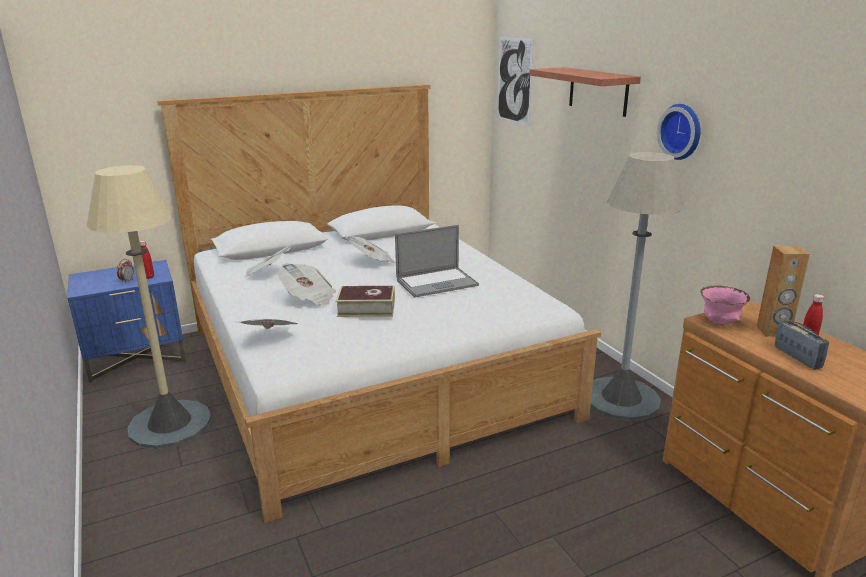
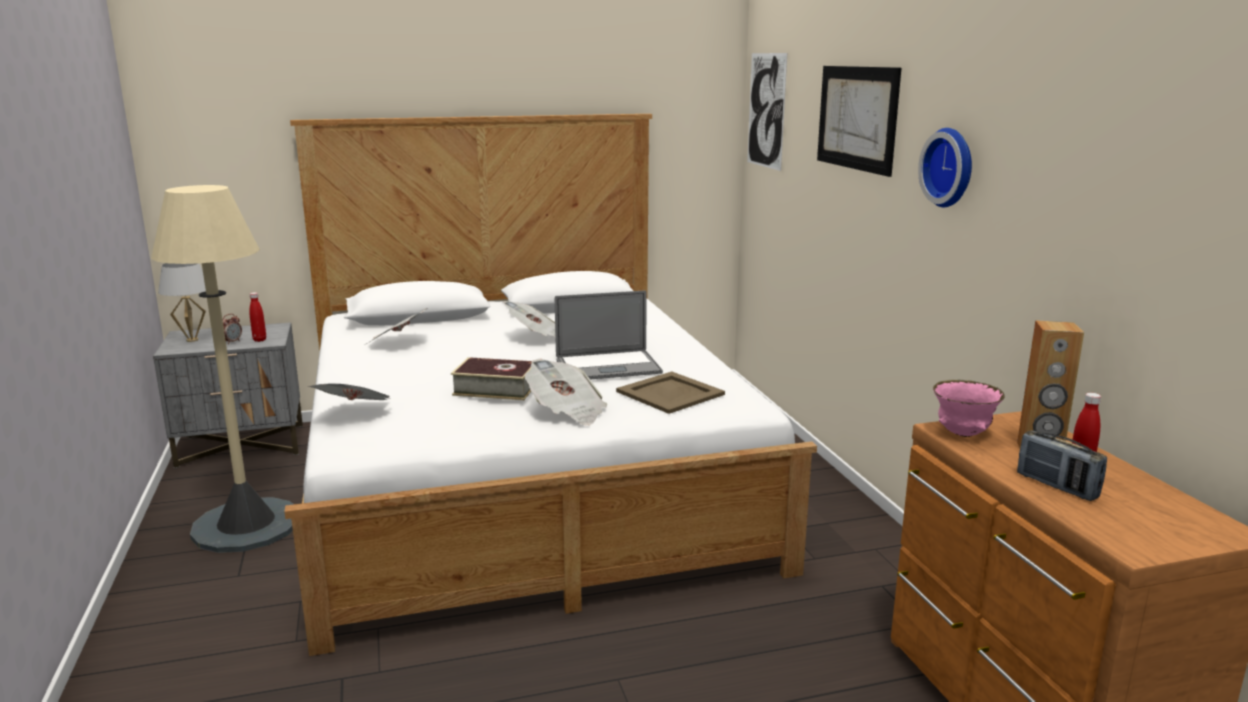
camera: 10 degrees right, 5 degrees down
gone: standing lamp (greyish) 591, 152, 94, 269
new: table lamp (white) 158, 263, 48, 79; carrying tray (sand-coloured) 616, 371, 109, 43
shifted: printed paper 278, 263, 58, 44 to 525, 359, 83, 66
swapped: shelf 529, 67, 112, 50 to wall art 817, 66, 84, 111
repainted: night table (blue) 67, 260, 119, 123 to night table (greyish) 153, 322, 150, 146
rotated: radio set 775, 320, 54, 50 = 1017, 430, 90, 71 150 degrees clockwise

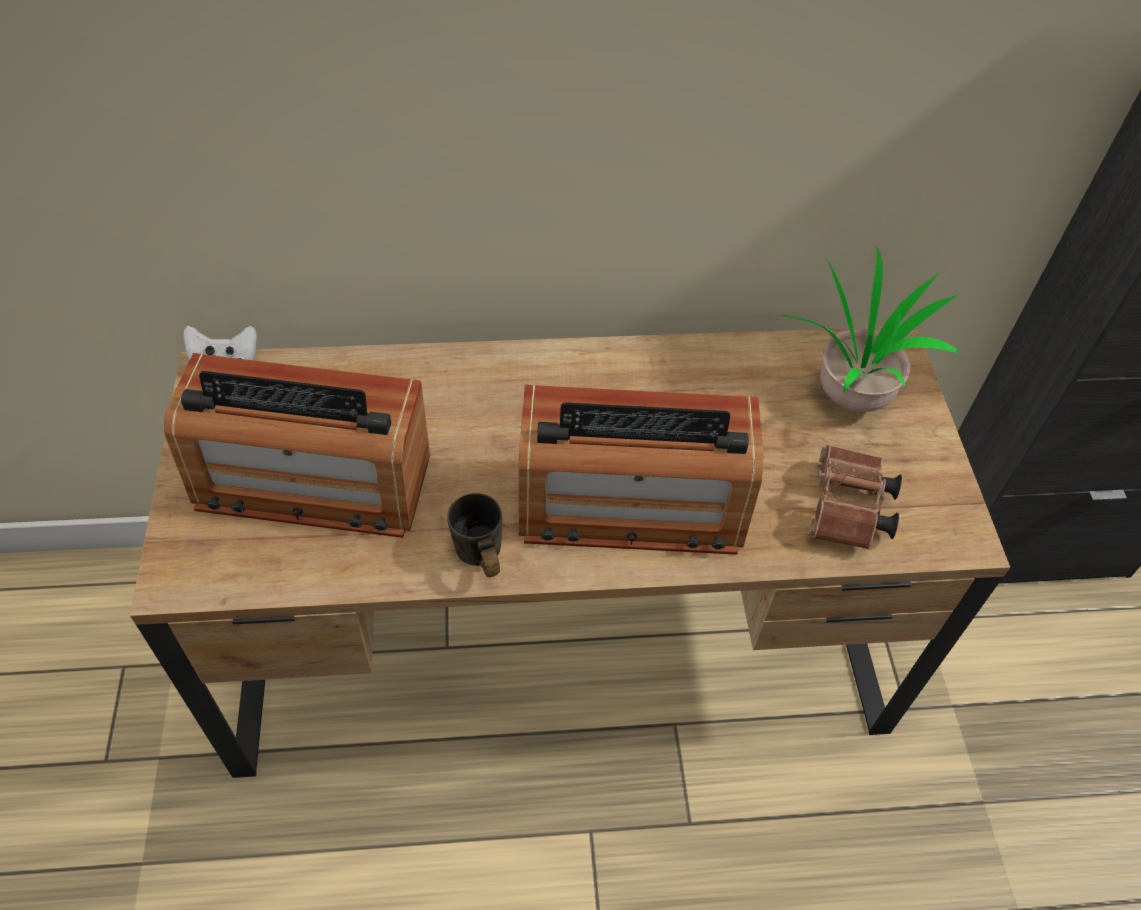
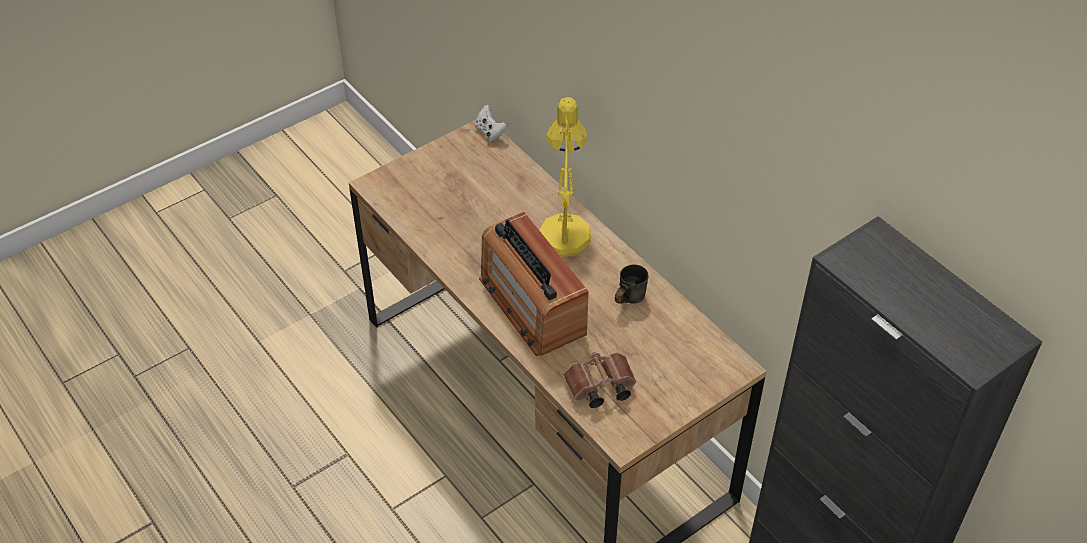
camera: 60 degrees right, 5 degrees down
gone: potted plant 780, 246, 179, 166; radio set 164, 353, 266, 185
new: table lamp (yellowish) 539, 97, 52, 160
shifted: tea mug (greyish) 447, 493, 55, 84 to 615, 265, 33, 39

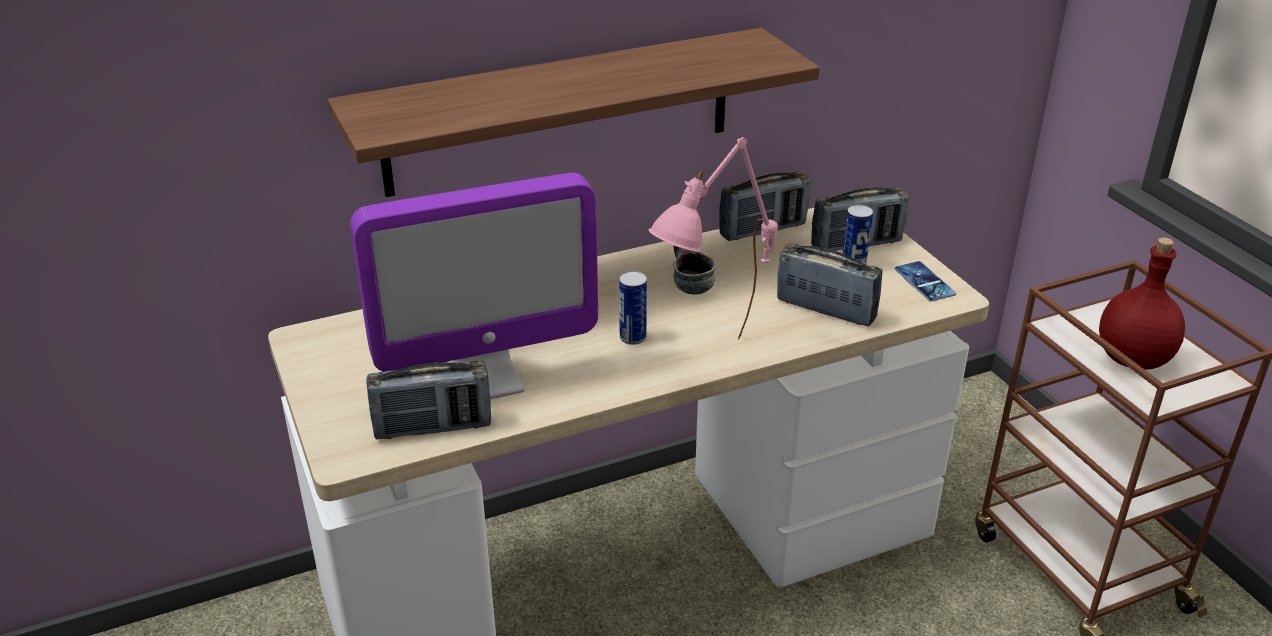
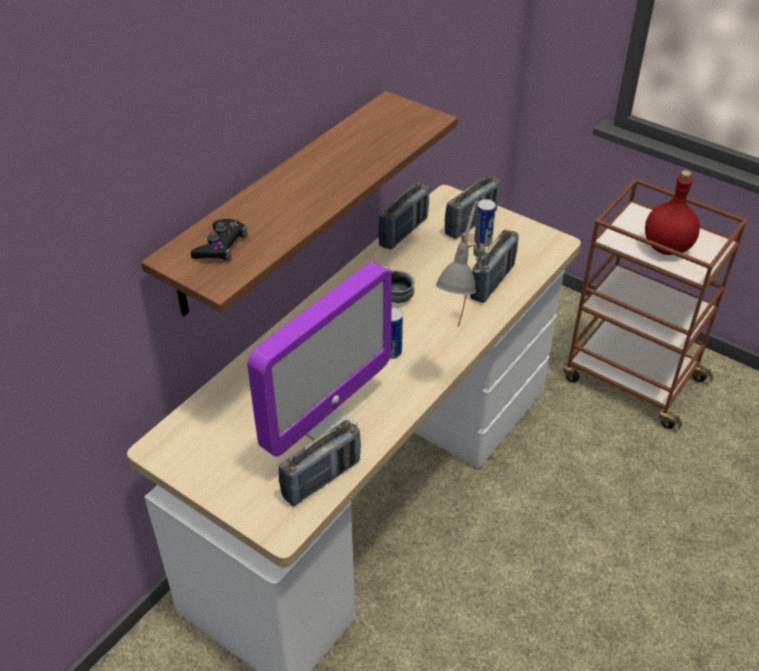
camera: 30 degrees left, 10 degrees up
gone: telephone 895, 261, 61, 40
new: gamepad (black-coloured) 191, 219, 57, 42
repainted: table lamp (pinkish) 649, 137, 129, 202 to table lamp (greyish) 435, 200, 50, 127
rotated: radio set 777, 243, 106, 84 = 470, 230, 49, 73 120 degrees clockwise

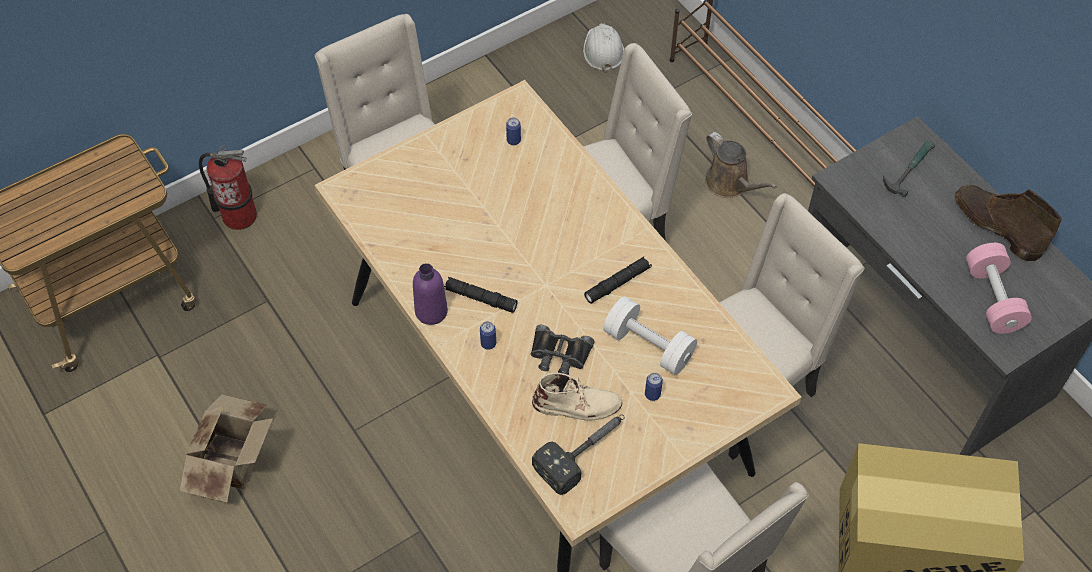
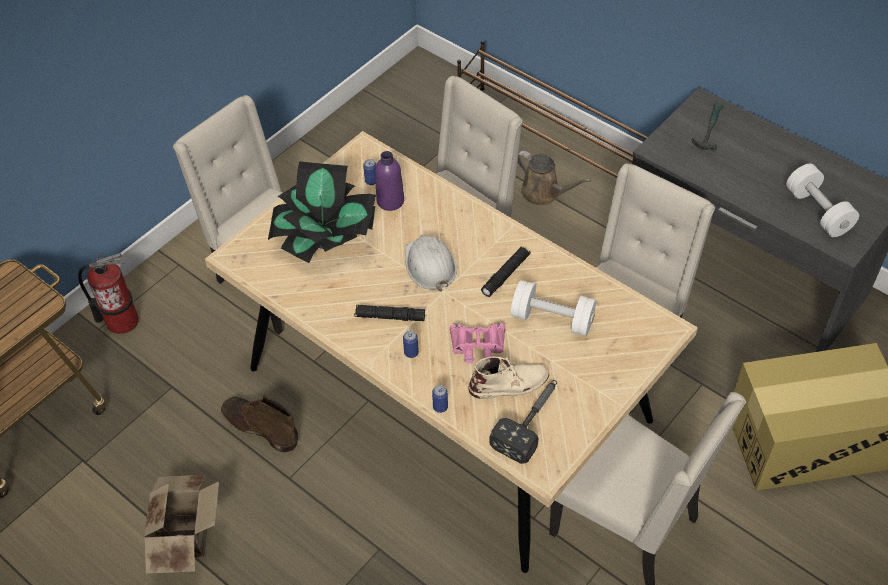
camera: 15 degrees left, 5 degrees down
new: potted plant 268, 161, 108, 102
shifted: work helmet (white) 583, 23, 41, 50 to 405, 235, 52, 56; high-top boot (brown) 955, 185, 107, 76 to 221, 396, 77, 56; drink bottle (purplish) 413, 263, 35, 62 to 375, 151, 29, 60; sealed can 645, 373, 18, 28 to 432, 385, 16, 28
repainted: hand weight (pinkish) 966, 243, 66, 91 to hand weight (white) 786, 164, 73, 73; binoculars (black-coloured) 531, 325, 64, 50 to binoculars (pinkish) 450, 323, 55, 40

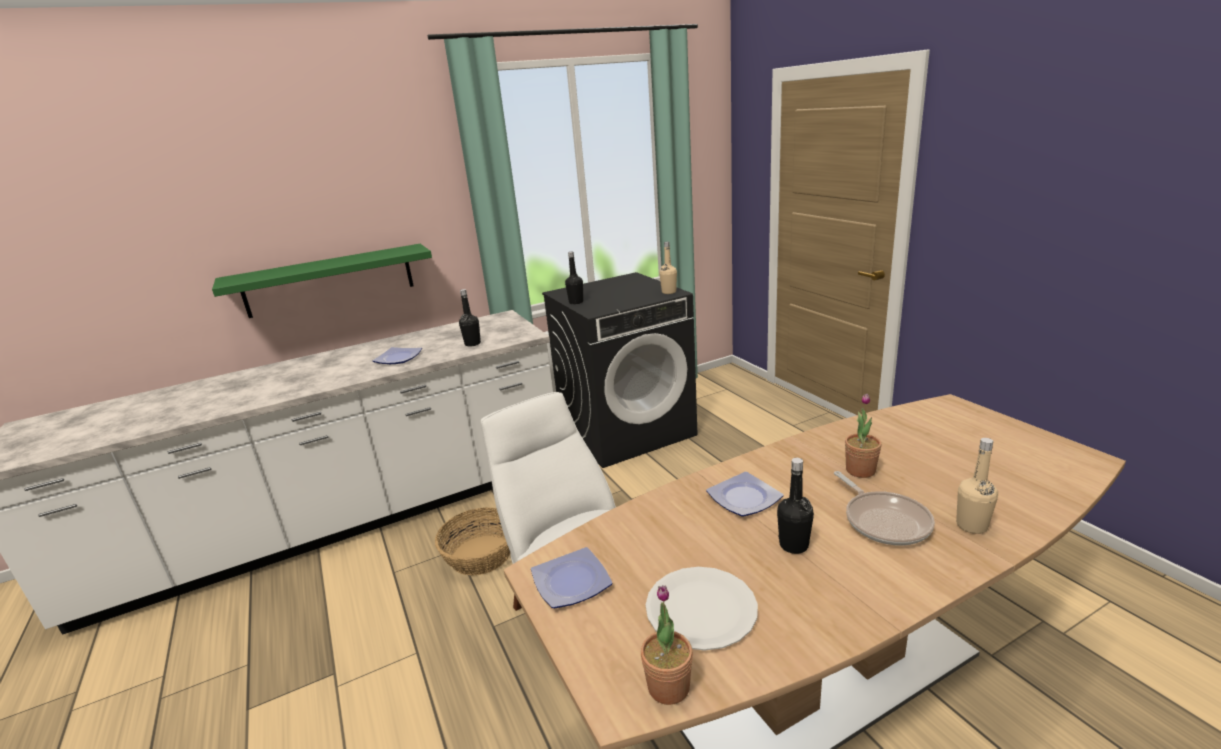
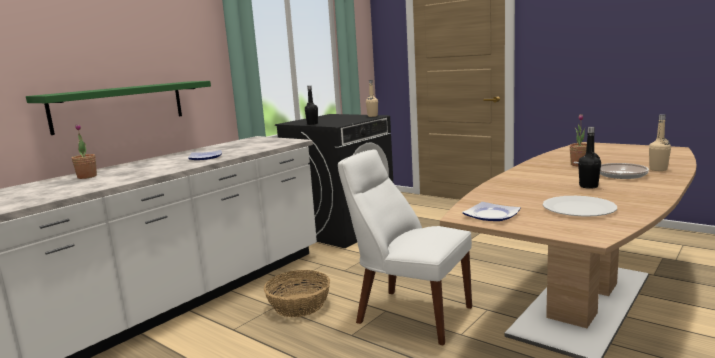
camera: 25 degrees left, 10 degrees down
gone: drink bottle (black-coloured) 459, 289, 22, 57; plate 706, 472, 78, 45
shifted: potted plant 641, 585, 52, 120 to 72, 124, 25, 55

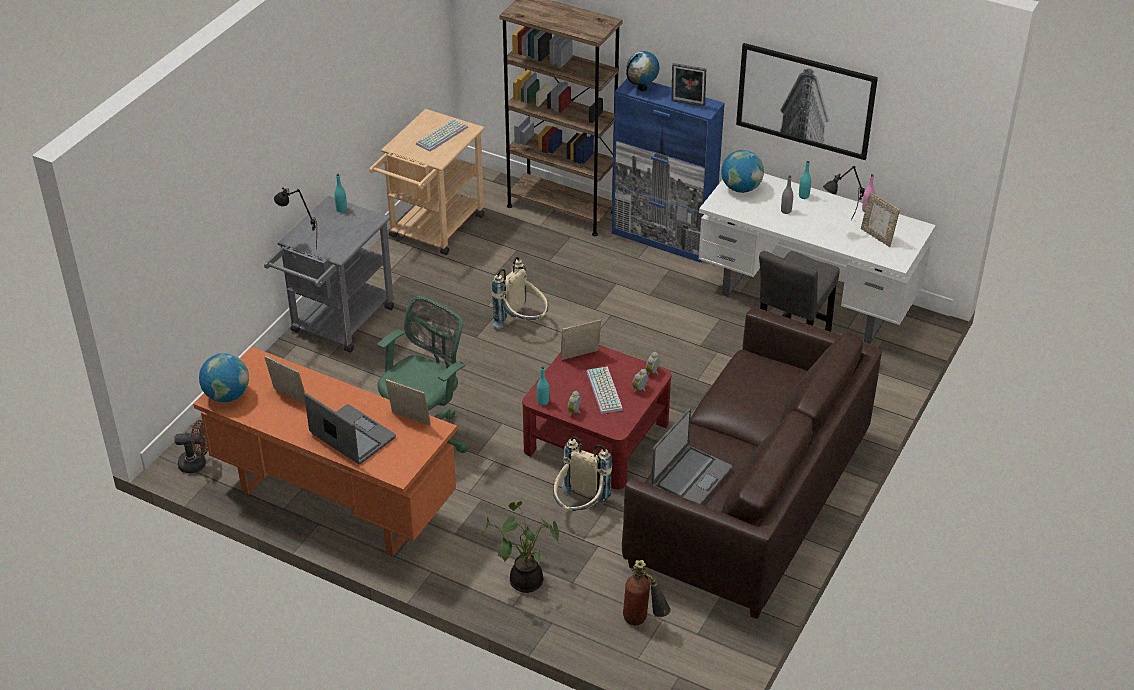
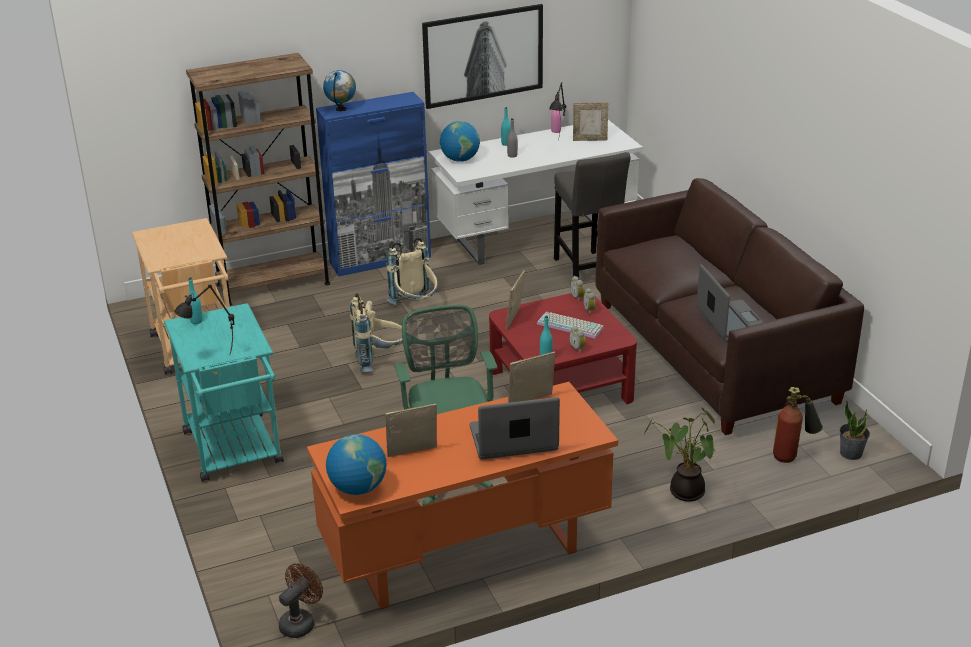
camera: 50 degrees left, 10 degrees down
gone: picture frame 671, 63, 35, 44; PC keyboard 416, 119, 52, 33
new: potted plant 839, 401, 31, 59
shifted: rucksack (sand-coloured) 553, 437, 59, 74 to 386, 237, 52, 68
repainted: trolley (greyish) 264, 196, 130, 157 to trolley (blue-green) 164, 303, 120, 179

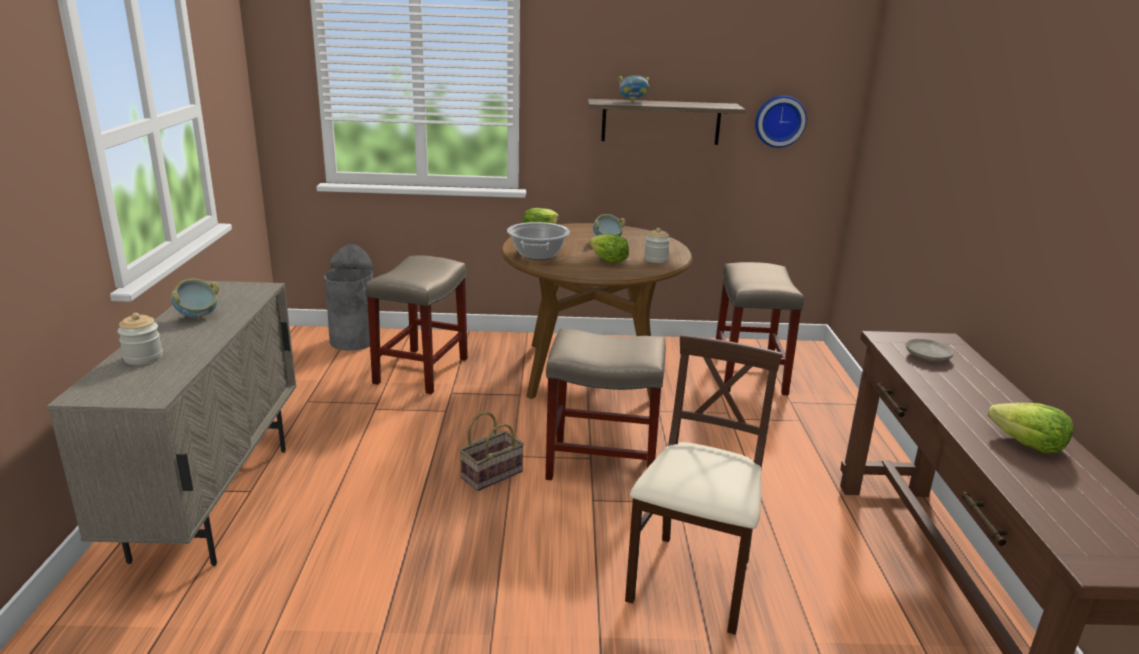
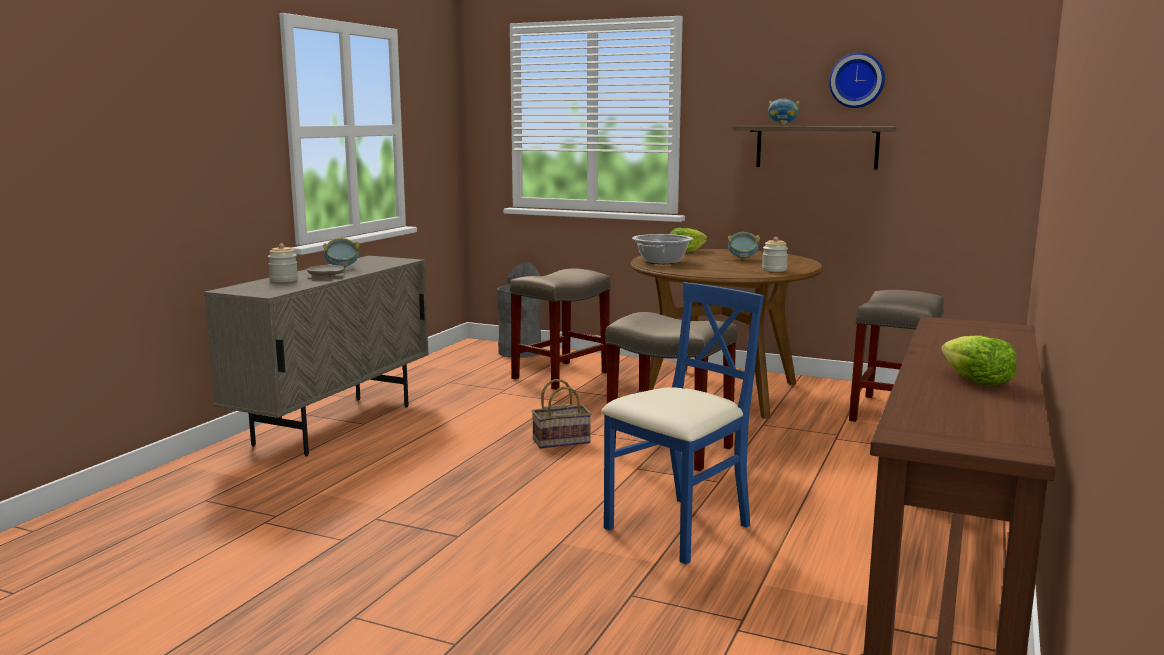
camera: 25 degrees right, 10 degrees down
gone: lettuce head 589, 234, 40, 29
shifted: wall clock 755, 95, 52, 53 to 829, 52, 56, 56; plate (sand-coloured) 906, 339, 48, 23 to 307, 265, 38, 13
repainted: plain chair (sand-coloured) 625, 334, 157, 301 to plain chair (blue) 601, 282, 163, 282

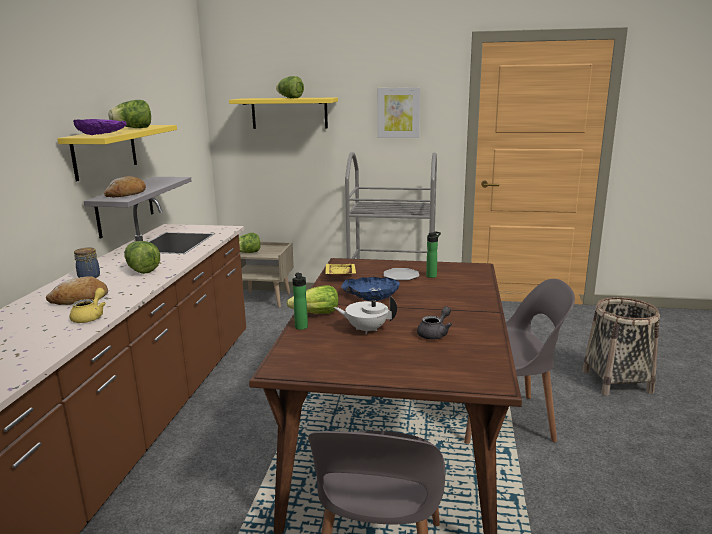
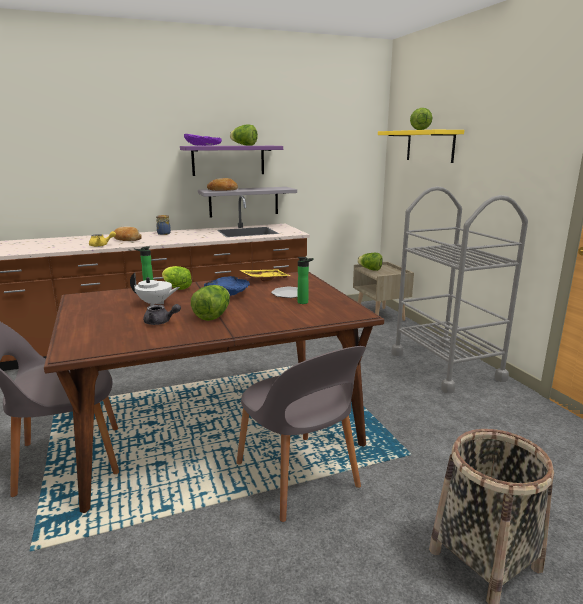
camera: 60 degrees right, 0 degrees up
gone: wall art 377, 87, 43, 51
shifted: lettuce head 124, 241, 36, 33 to 191, 285, 39, 36
repainted: shelf (yellowish) 57, 125, 120, 57 to shelf (purplish) 180, 146, 103, 30
rotated: teapot (white) 334, 296, 63, 38 = 130, 273, 50, 33 120 degrees clockwise

